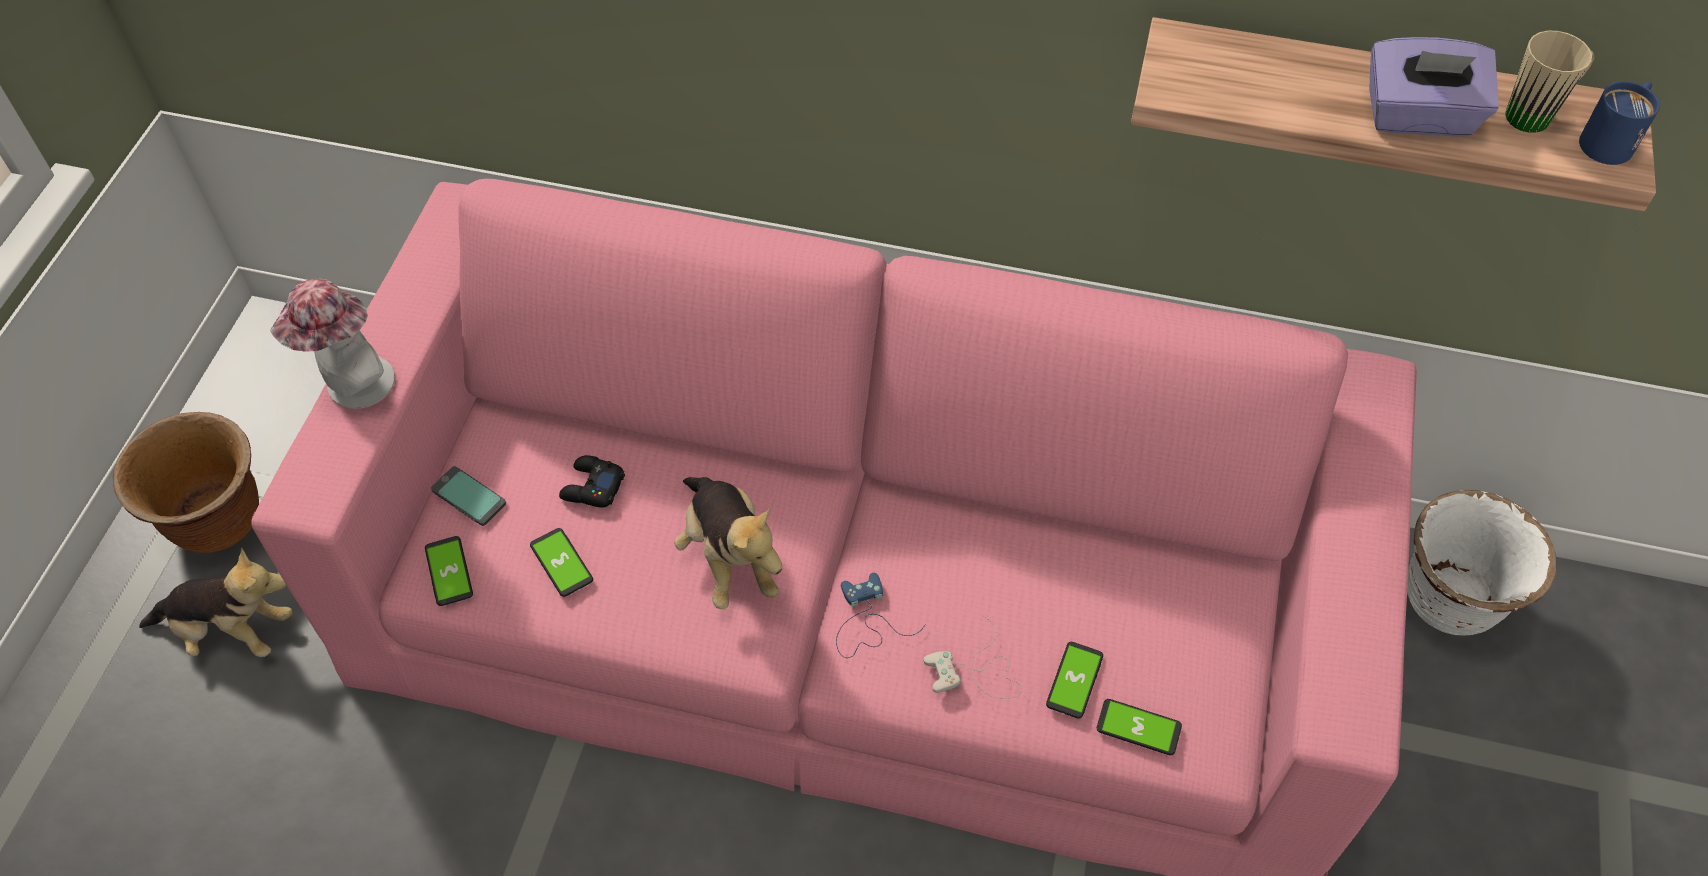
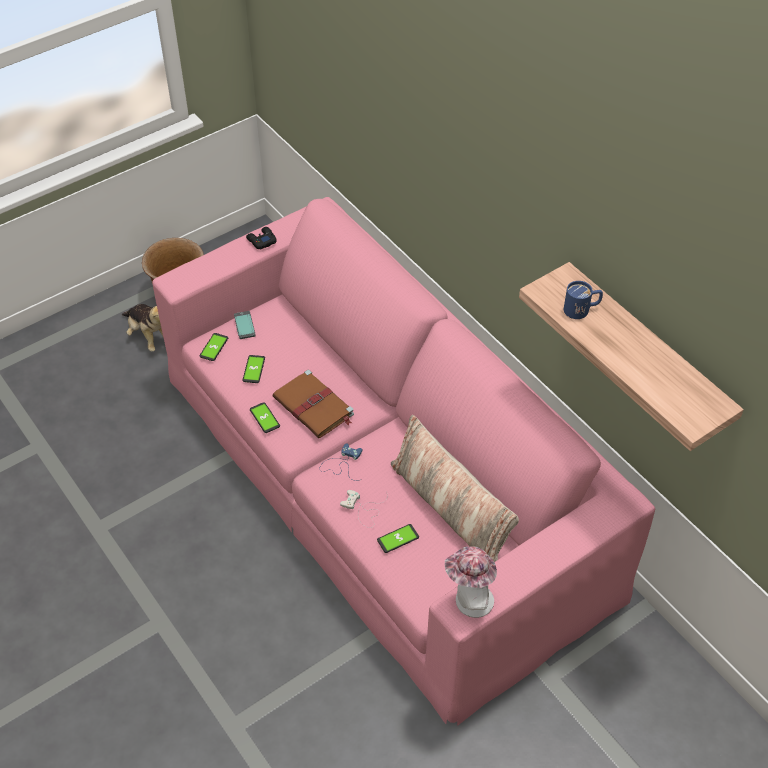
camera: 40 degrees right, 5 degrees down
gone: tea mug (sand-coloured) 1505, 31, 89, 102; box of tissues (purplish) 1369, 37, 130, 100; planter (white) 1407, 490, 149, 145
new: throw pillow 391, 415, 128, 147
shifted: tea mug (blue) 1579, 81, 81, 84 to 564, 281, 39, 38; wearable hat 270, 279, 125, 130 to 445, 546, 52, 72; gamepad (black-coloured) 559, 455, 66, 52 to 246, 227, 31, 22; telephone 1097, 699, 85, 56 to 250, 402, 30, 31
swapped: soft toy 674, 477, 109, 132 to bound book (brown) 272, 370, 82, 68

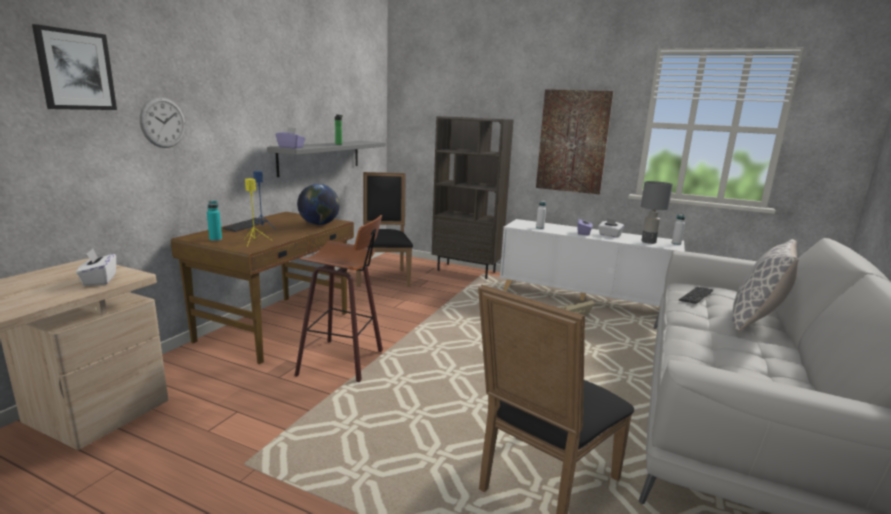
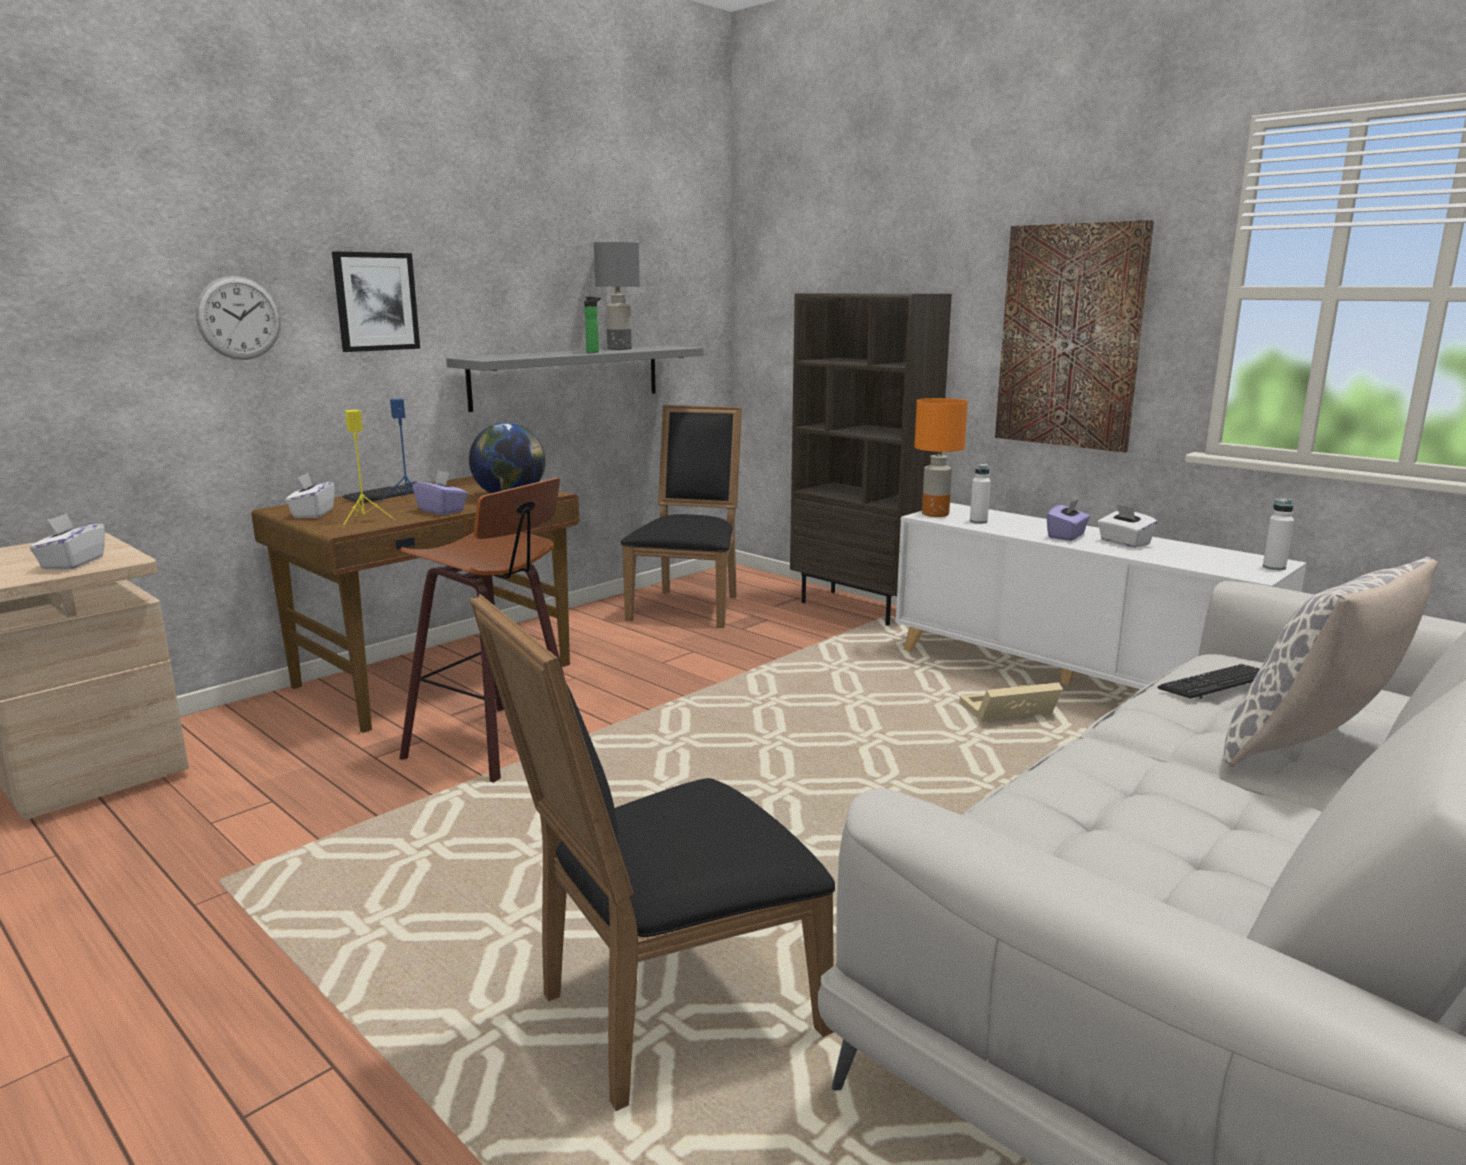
camera: 20 degrees right, 0 degrees up
new: table lamp (orangey) 914, 398, 54, 119
shifted: wall art 32, 24, 85, 86 to 332, 251, 88, 101; box of tissues (purplish) 276, 128, 29, 20 to 412, 471, 56, 44; table lamp (greyish) 641, 181, 32, 63 to 594, 242, 46, 108
swapped: drink bottle (blue-green) 207, 201, 15, 40 to box of tissues (white) 285, 473, 49, 45

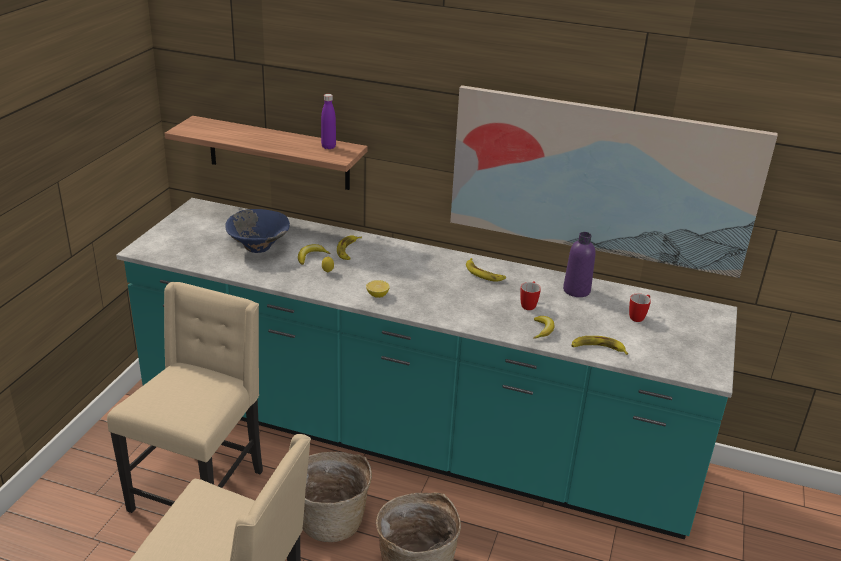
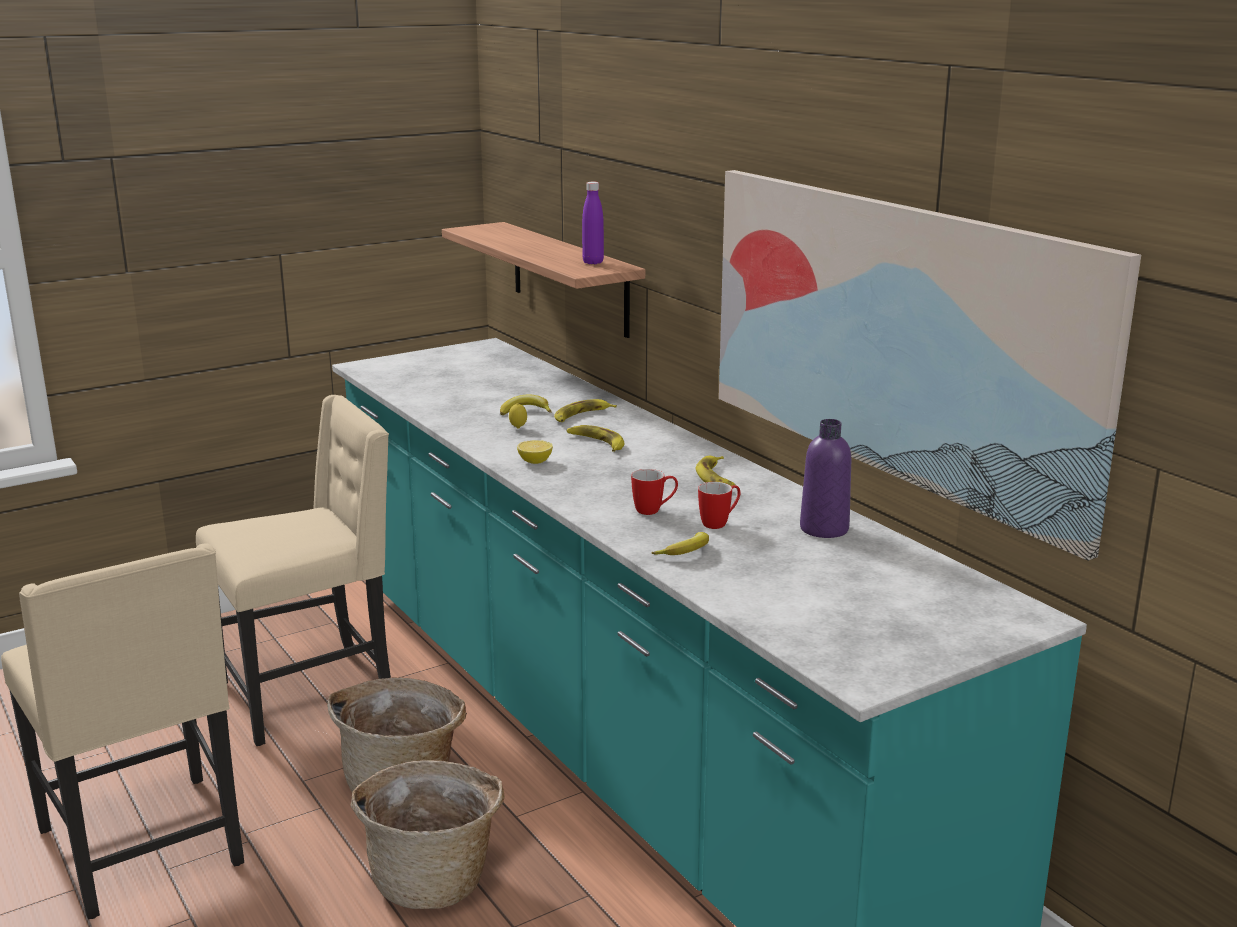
camera: 40 degrees right, 10 degrees down
gone: serving bowl (blue) 225, 209, 65, 44
shifted: tea mug 629, 293, 22, 29 to 631, 469, 47, 46; banana 571, 336, 57, 19 to 567, 425, 57, 27

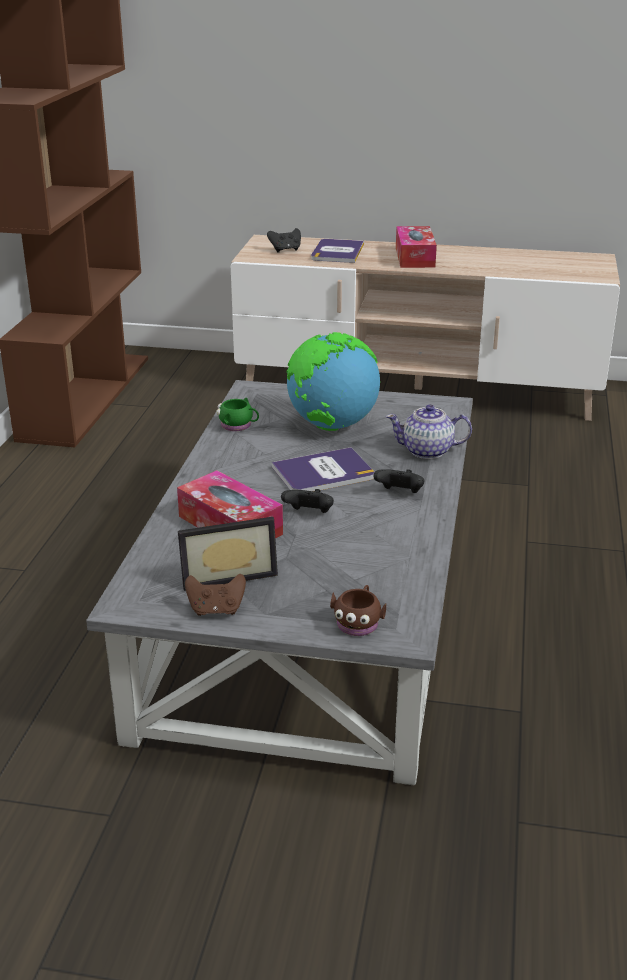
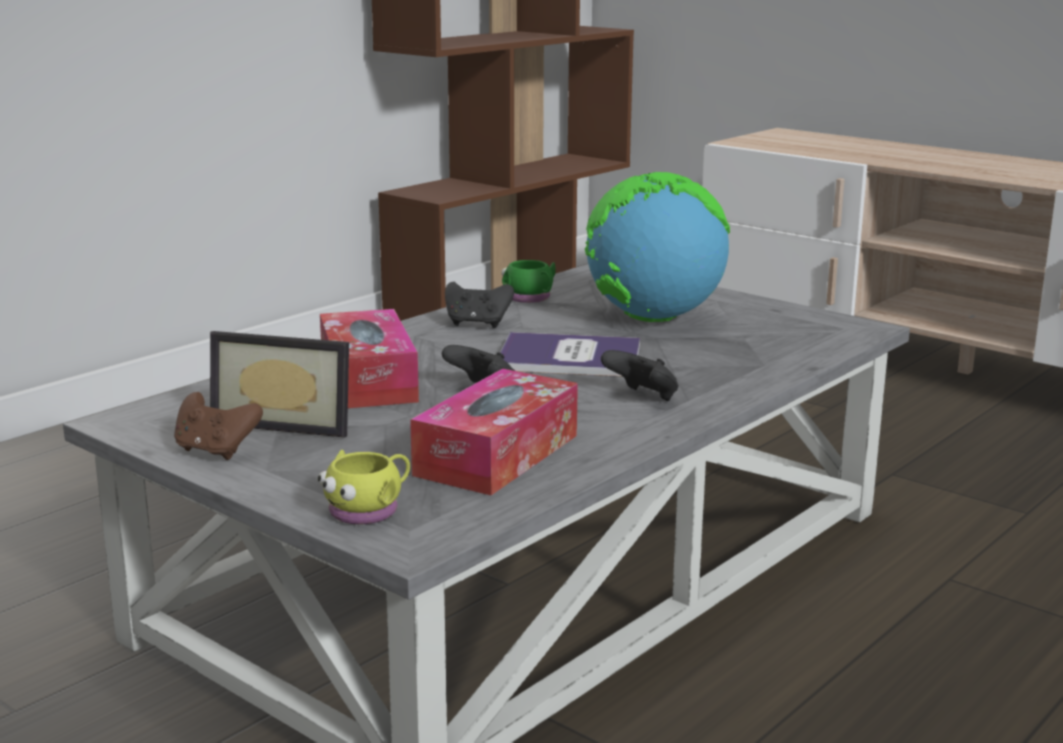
camera: 30 degrees right, 10 degrees down
gone: bound book 311, 239, 53, 24; teapot 386, 404, 86, 55
shifted: box of tissues 396, 226, 41, 42 to 410, 369, 168, 126; gamepad (black-coloured) 267, 228, 34, 25 to 445, 282, 69, 46
repainted: tea mug (brown) 330, 585, 56, 51 to tea mug (yellowish) 318, 450, 92, 75

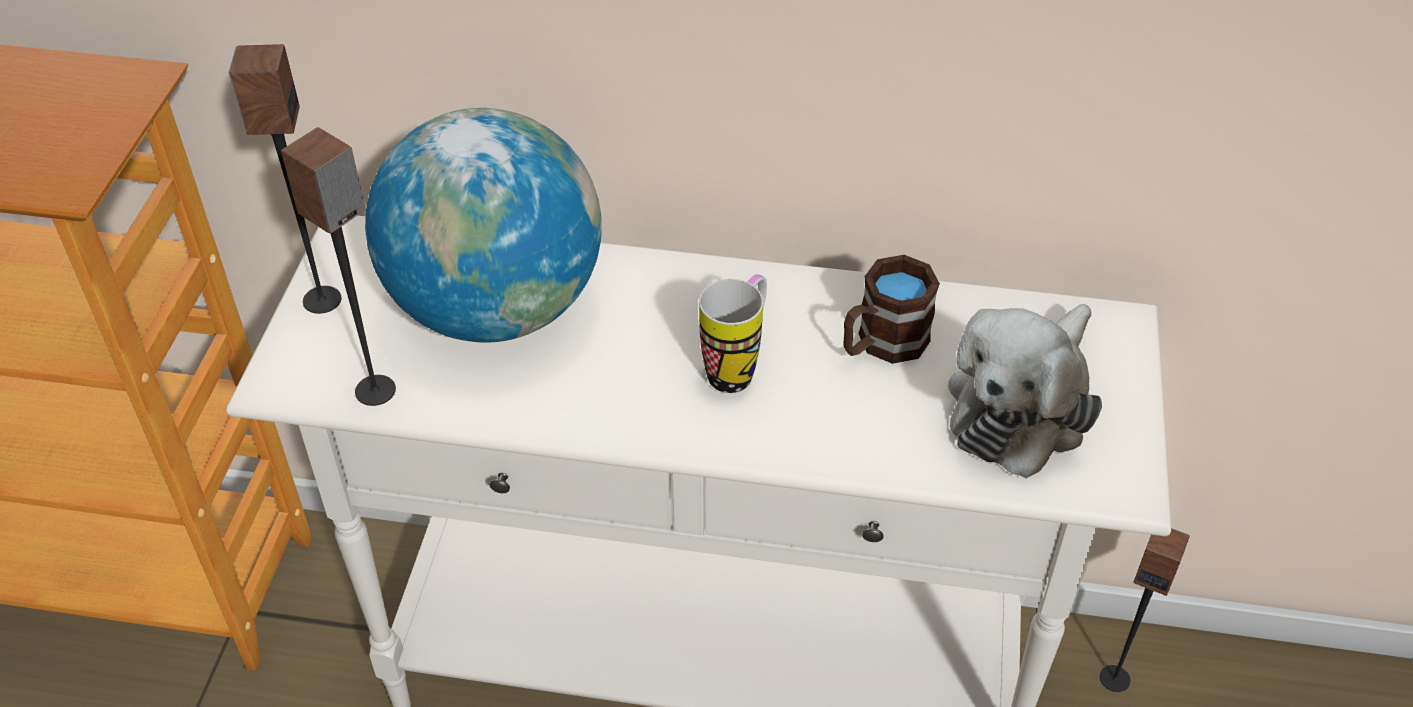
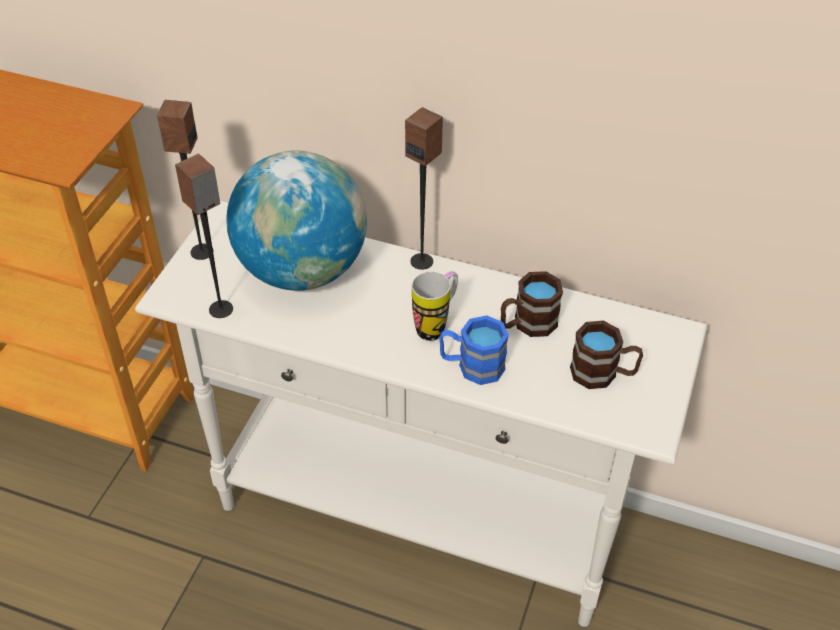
camera: 10 degrees right, 0 degrees up
new: tea mug (blue) 439, 315, 70, 70
shifted: loudspeaker 1100, 528, 89, 164 to 405, 107, 38, 163
swapped: soft toy 948, 304, 154, 174 to tea mug (brown) 570, 321, 73, 68

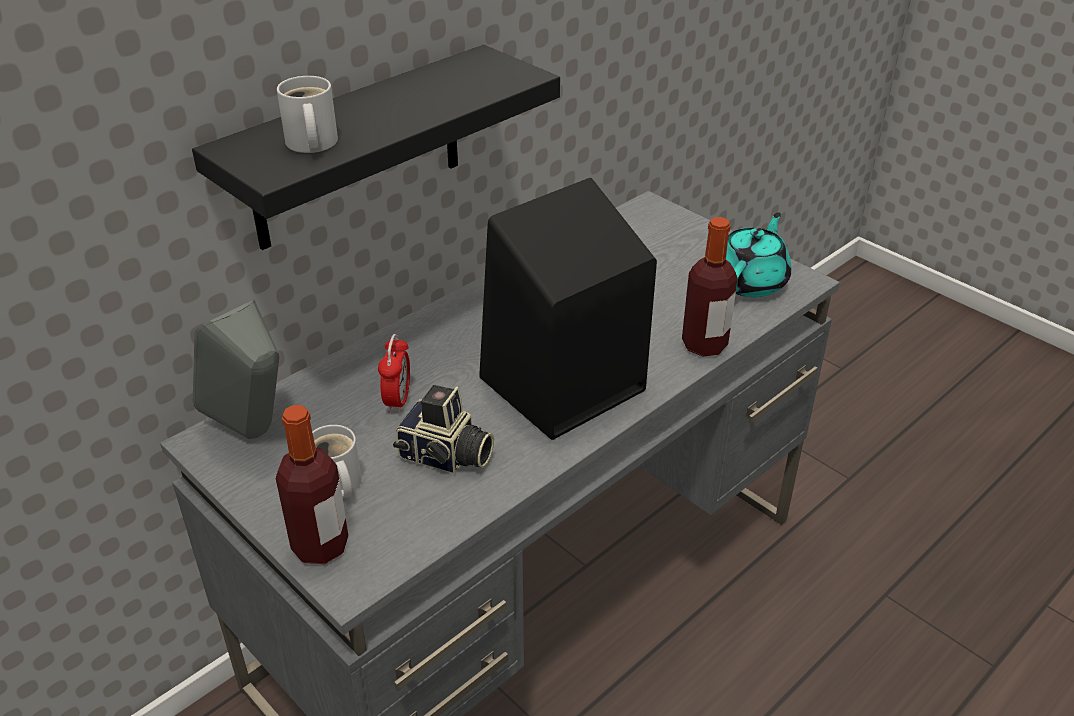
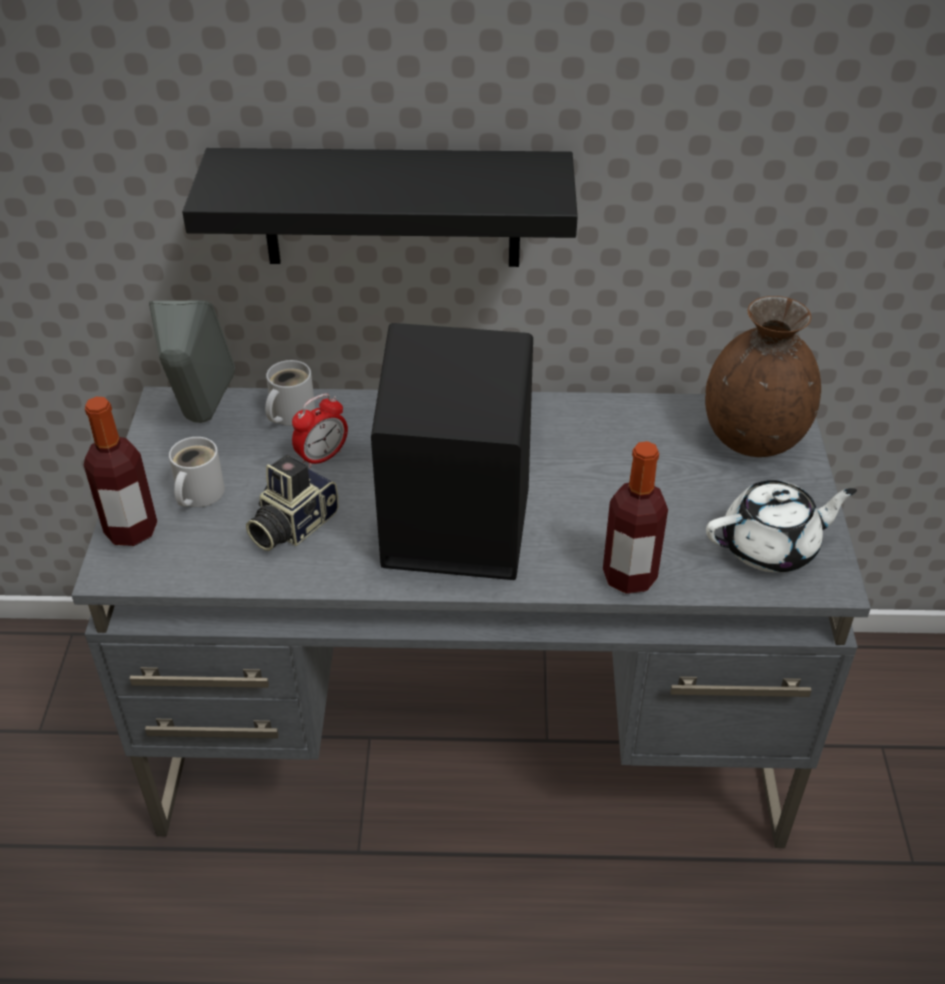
camera: 45 degrees right, 5 degrees up
new: decorative vase (brown) 705, 296, 116, 161
shifted: tea mug (white) 277, 76, 61, 77 to 265, 360, 50, 66
repainted: teapot (blue-green) 726, 212, 66, 85 to teapot (white) 706, 480, 151, 92
rotated: photo camera 393, 385, 101, 89 = 246, 455, 92, 96 60 degrees clockwise

